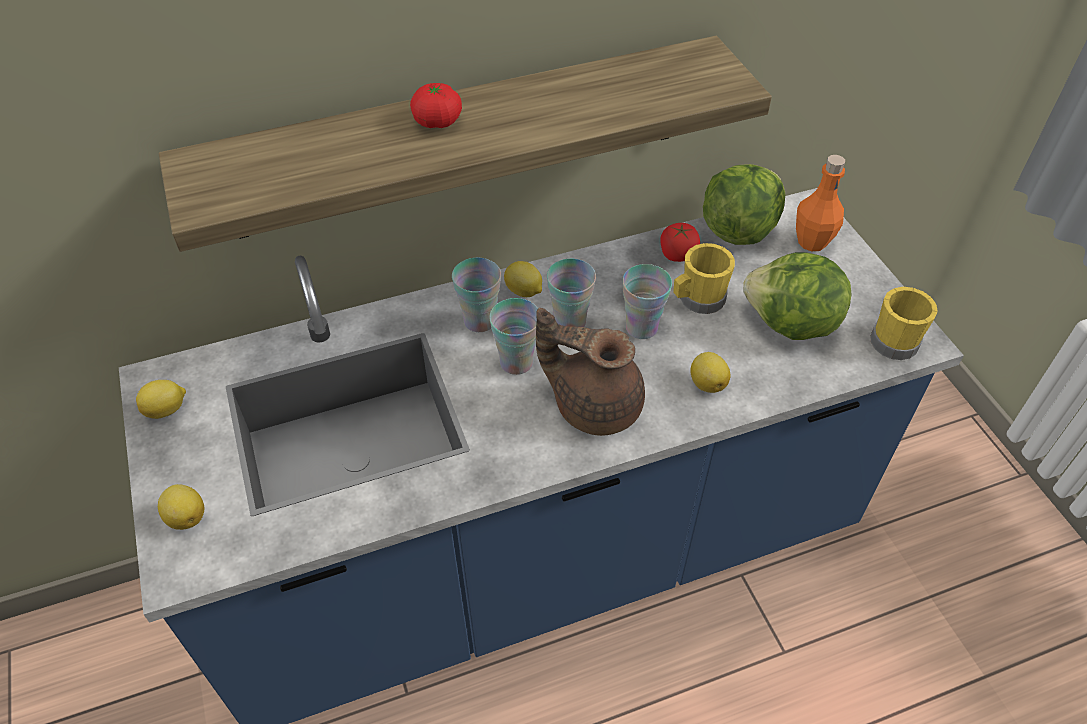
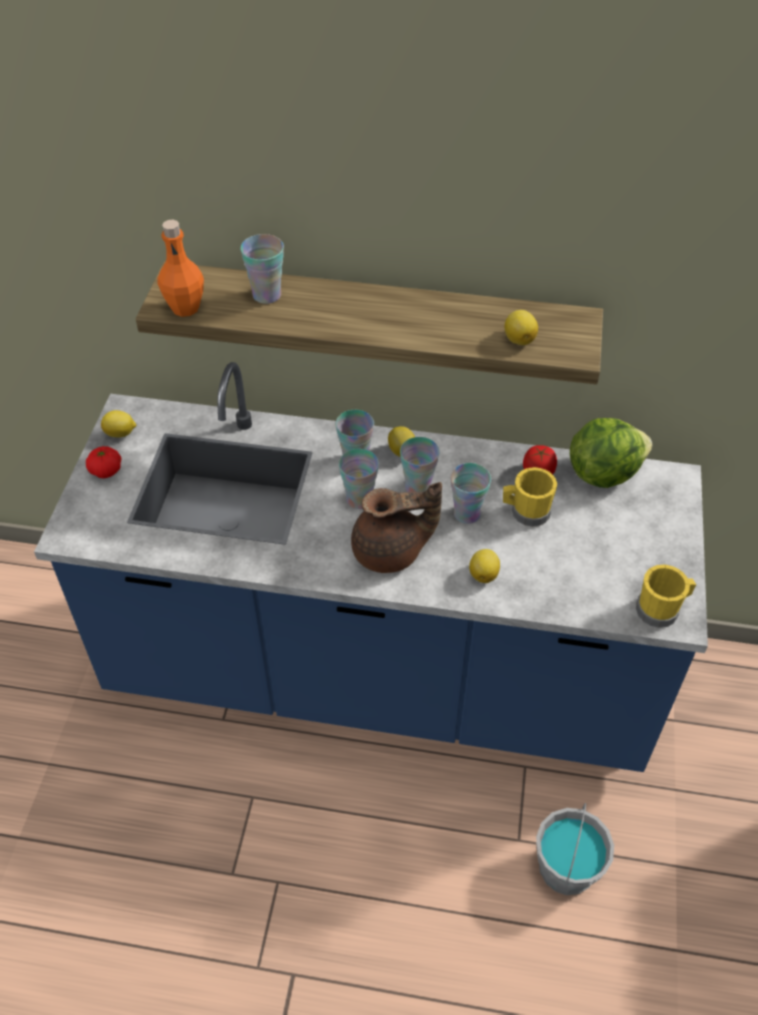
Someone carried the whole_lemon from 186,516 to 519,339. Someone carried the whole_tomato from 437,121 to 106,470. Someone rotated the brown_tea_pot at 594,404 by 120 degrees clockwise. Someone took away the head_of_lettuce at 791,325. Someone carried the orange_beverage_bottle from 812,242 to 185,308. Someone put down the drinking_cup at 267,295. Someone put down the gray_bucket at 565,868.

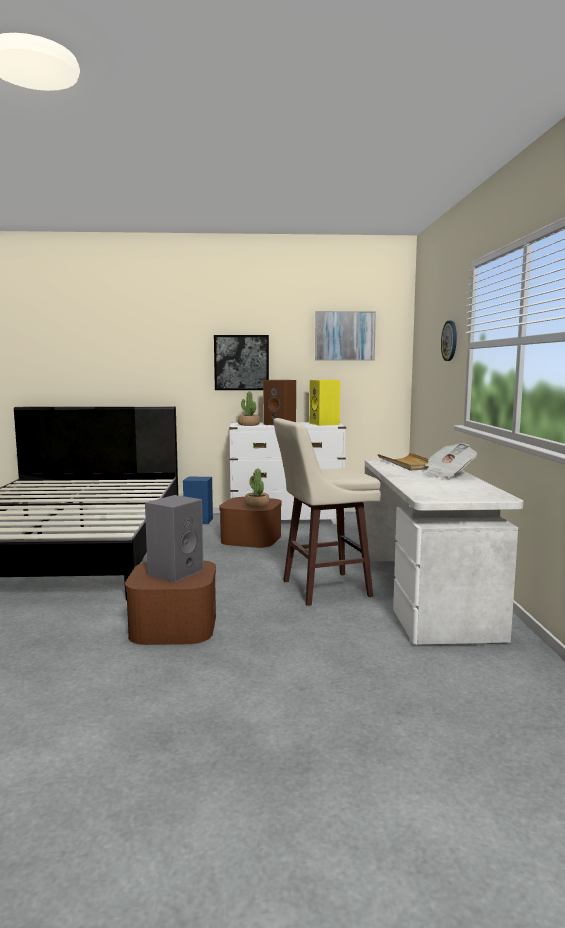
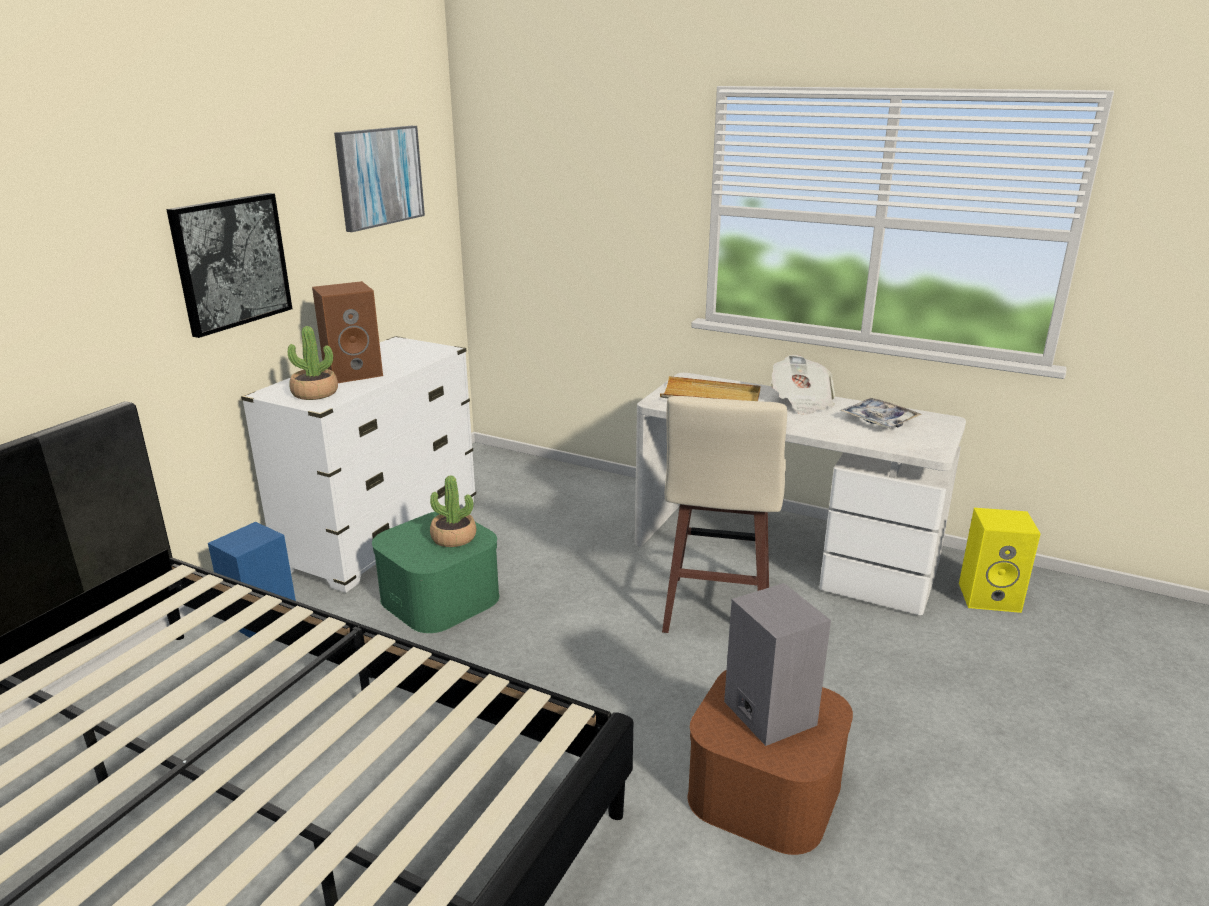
Someone repainted the brown_storage_bin at 251,538, which became the green_storage_bin at 440,597. Someone carried the yellow_speaker from 325,424 to 990,597. Someone took away the hanging_clock at 450,340. Someone put down the carrying_tray at 879,420.

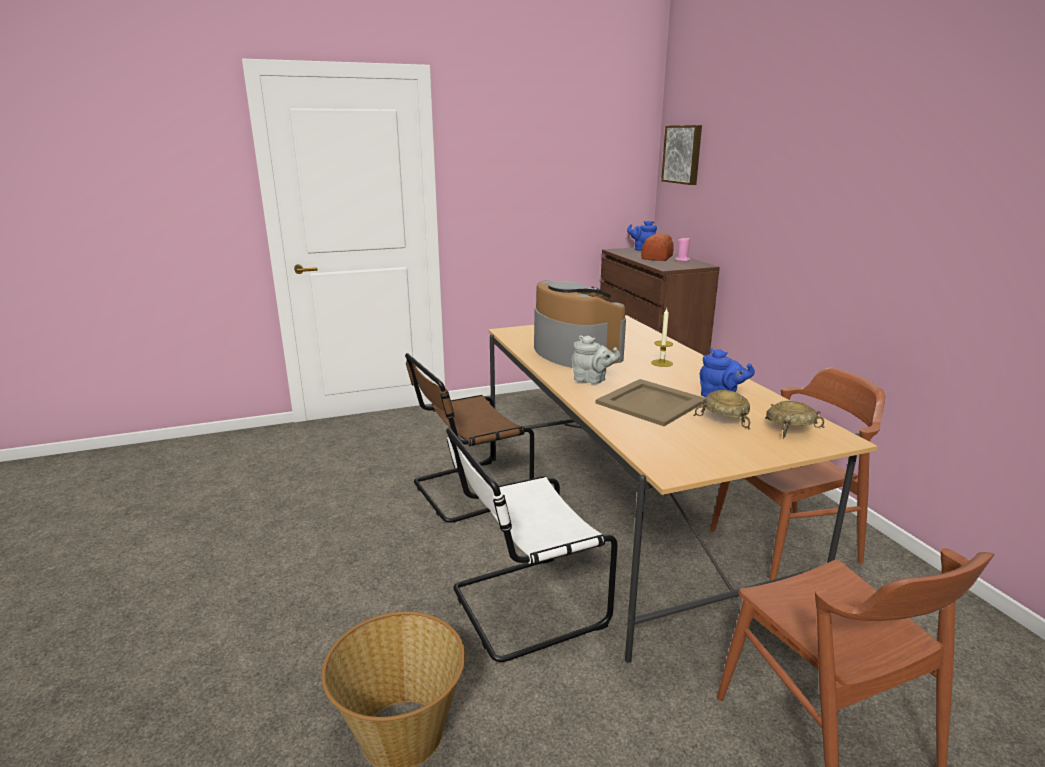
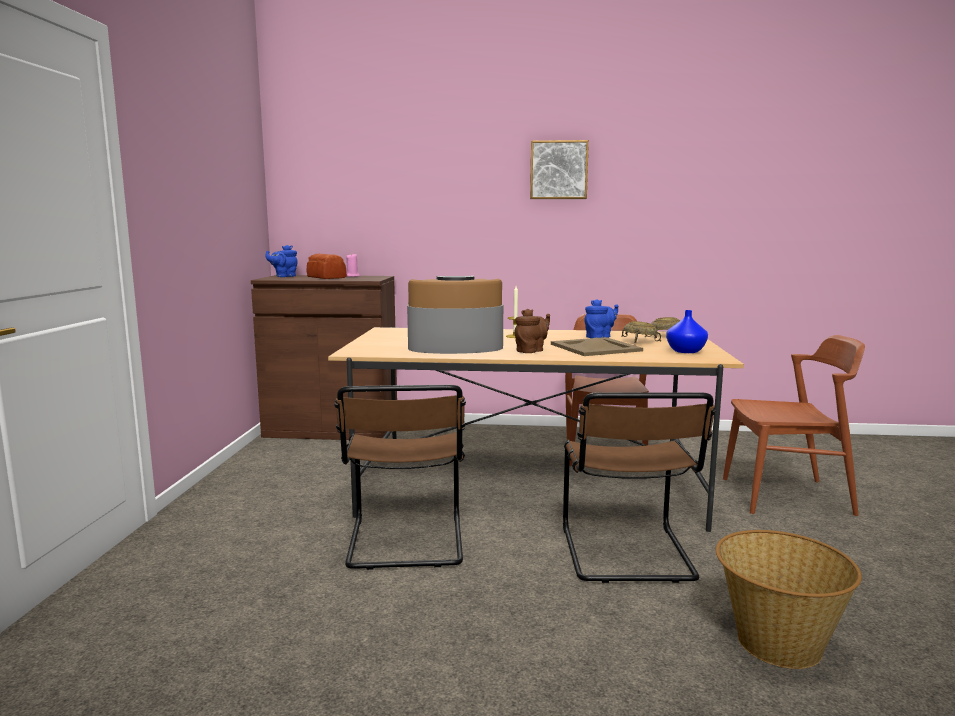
Someone repainted the white-coloured_plain_chair at 522,607, which became the brown_plain_chair at 627,555. Someone repainted the gray_tea_pot at 592,380, which became the brown_tea_pot at 531,351. Someone carried the wall_picture from 683,154 to 558,170. Someone put down the blue-coloured_decorative_vase at 686,351.

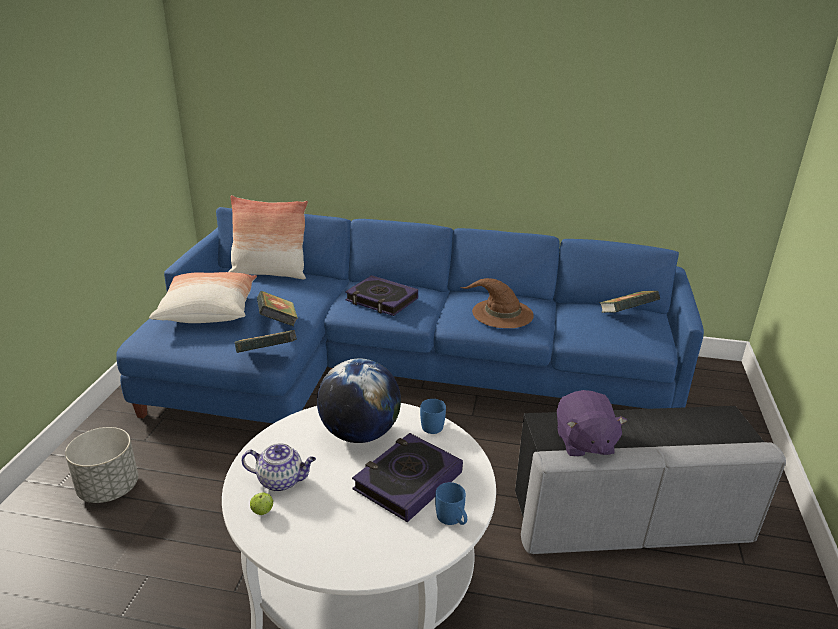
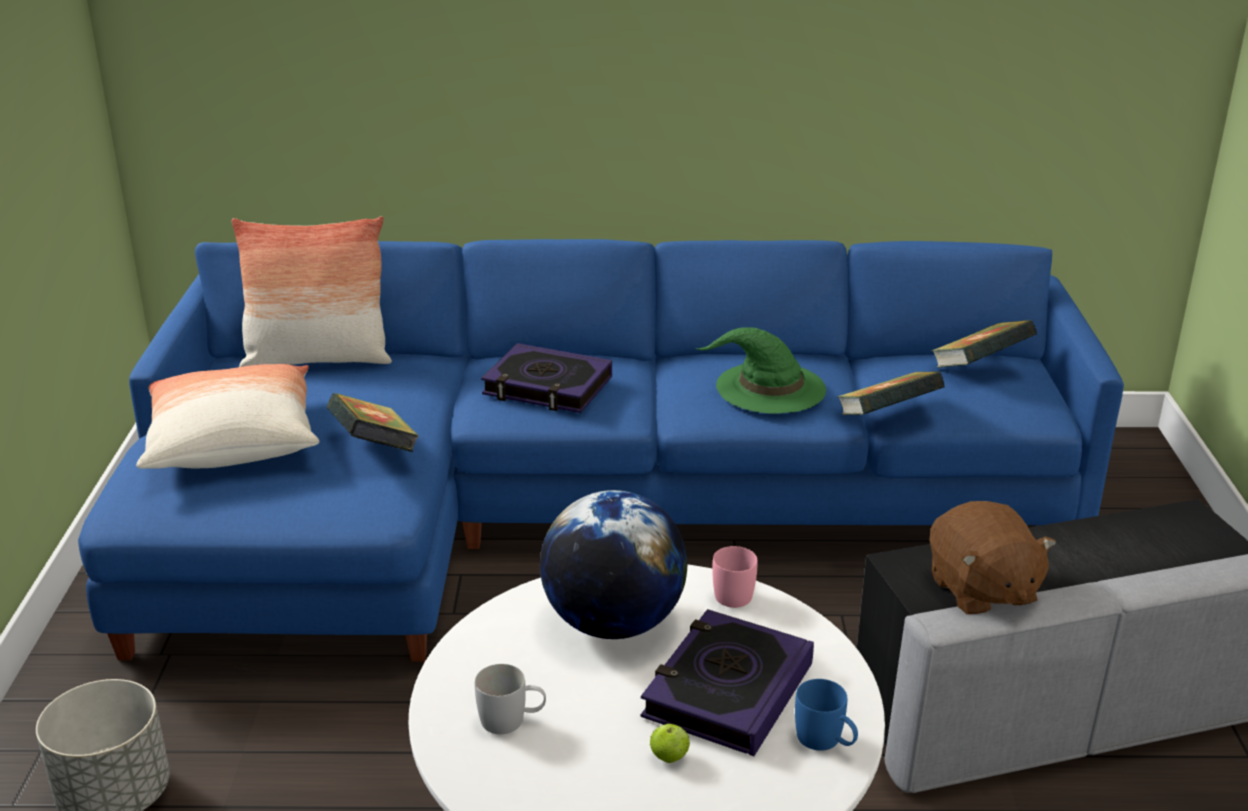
Someone carried the bound_book from 267,356 to 886,419. Someone swapped the tea_pot at 281,481 for the white-coloured_mug at 512,720. Someone carried the apple_fruit from 262,512 to 669,757. Someone repainted the blue-coloured_mug at 434,425, which became the pink-coloured_mug at 735,592. Someone repainted the brown_wearable_hat at 501,313, which became the green_wearable_hat at 769,388. Someone repainted the purple_soft_toy at 583,443, which became the brown_soft_toy at 981,591.

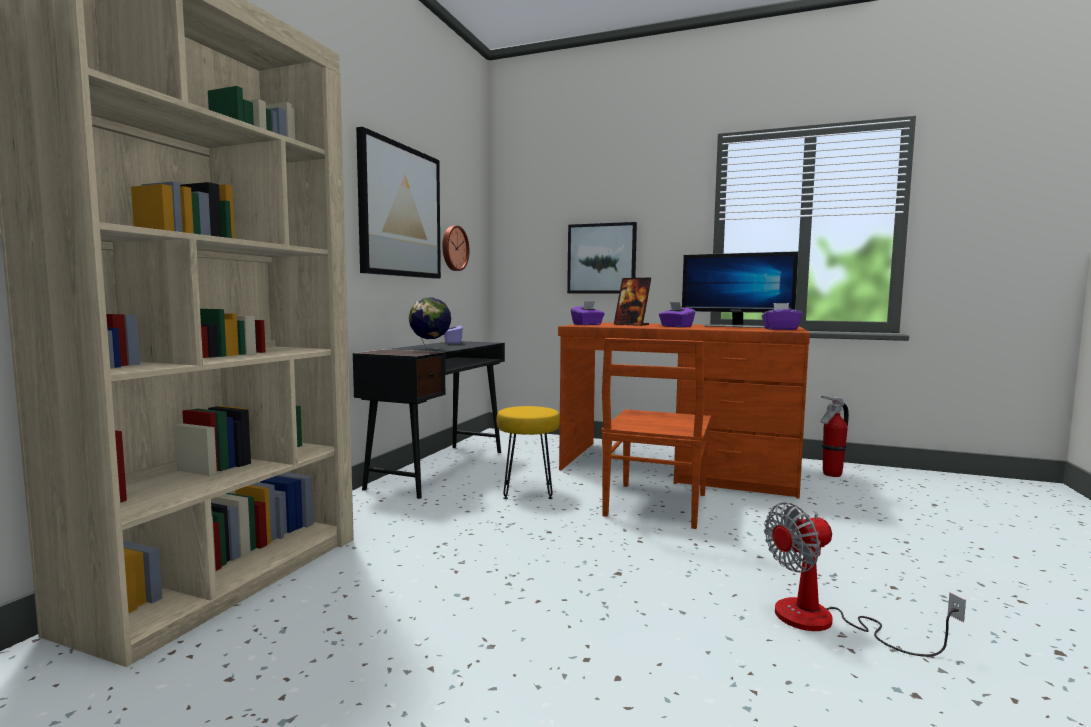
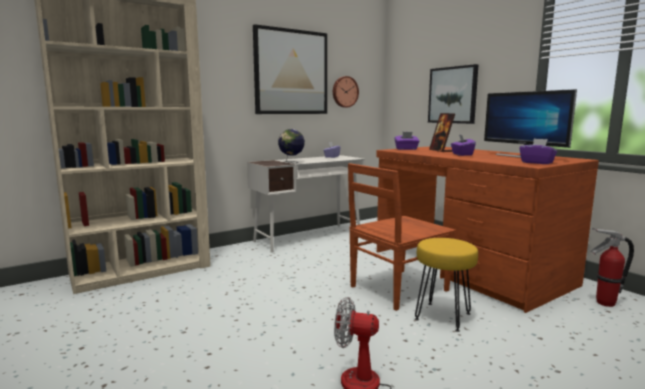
Someone repainted the black-coloured_desk_unit at 439,468, which became the white-coloured_desk_unit at 309,237. Someone carried the yellow_stool_seat from 528,491 to 443,317.

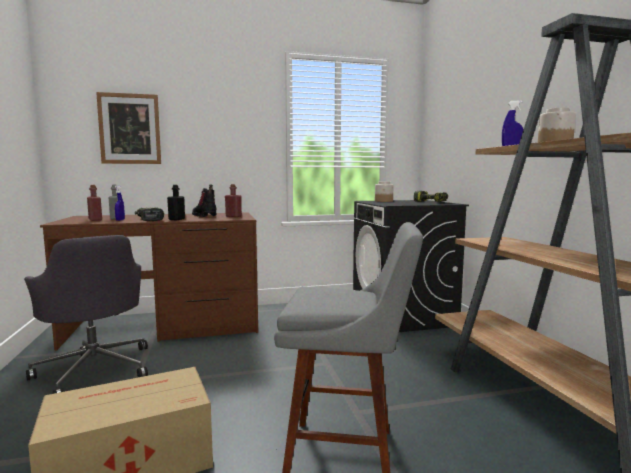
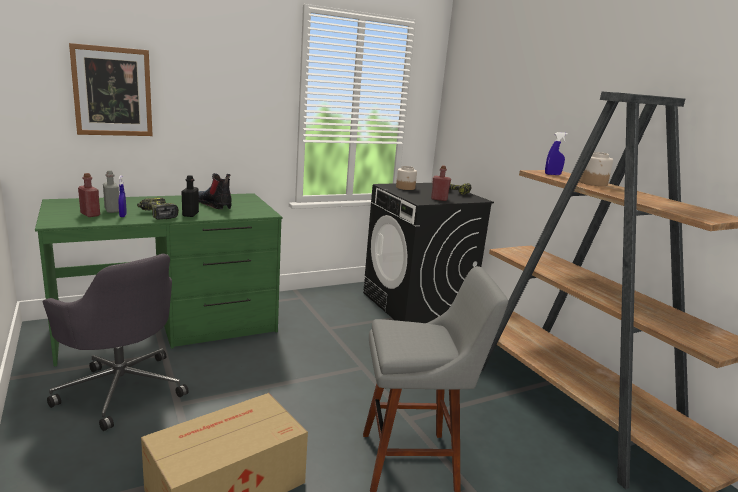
Someone repainted the brown_desk_unit at 167,325, which became the green_desk_unit at 169,326. Someone carried the red-coloured_beverage_bottle from 233,216 to 439,199.

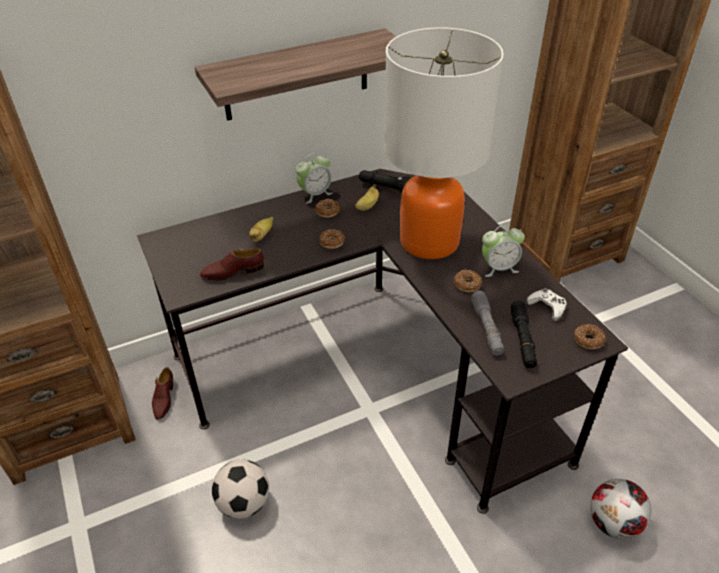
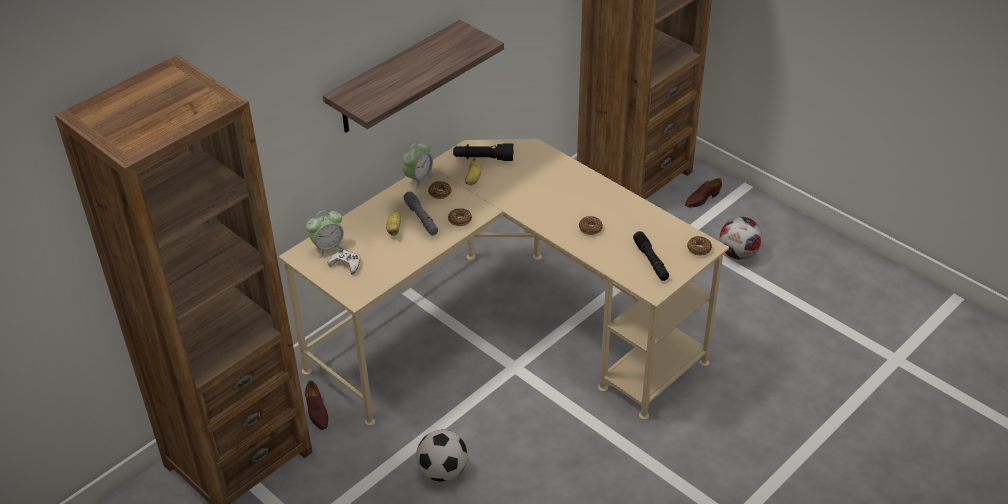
Someone repainted the black-coloured_desk_unit at 376,371, which became the beige-coloured_desk_unit at 505,333. Someone carried the brown_item_of_footwear from 233,272 to 702,199. Someone took away the tabletop_lamp at 429,241. Someone carried the gray_flashlight from 486,328 to 421,218. Someone carried the bedside_clock from 498,268 to 328,247. Someone carried the white-coloured_gamepad from 547,307 to 346,264. Someone carried the football from 614,523 to 739,254.

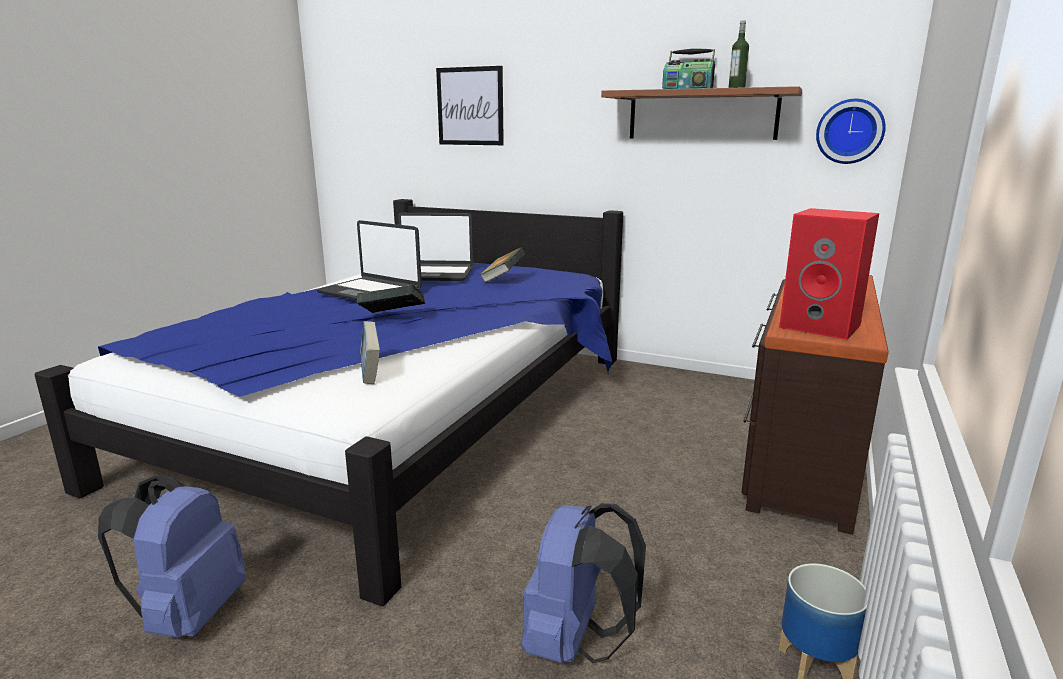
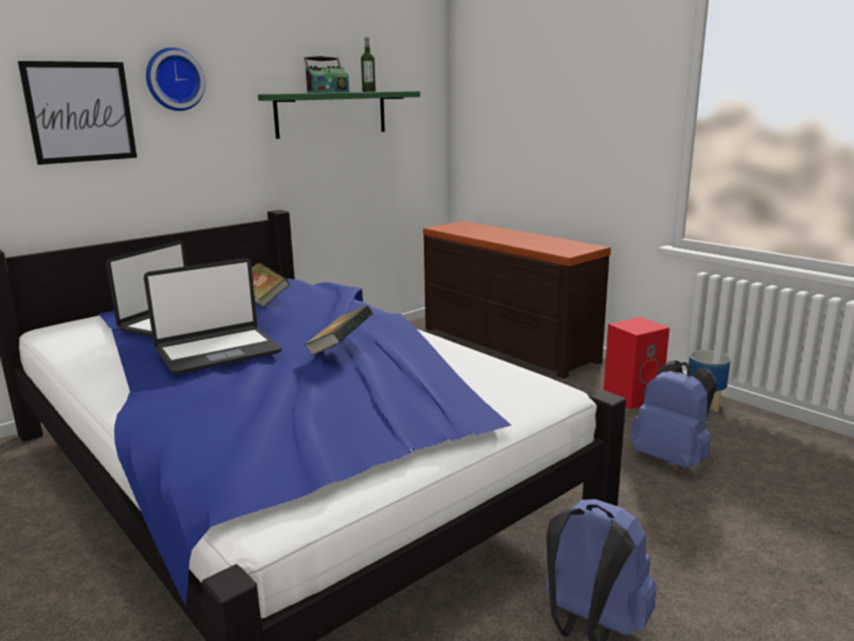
Someone took away the bound_book at 371,375. Someone repainted the brown_shelf at 702,115, which became the green_shelf at 331,114. Someone carried the red-coloured_speaker from 822,326 to 632,396. Someone carried the hanging_clock from 850,131 to 174,79.

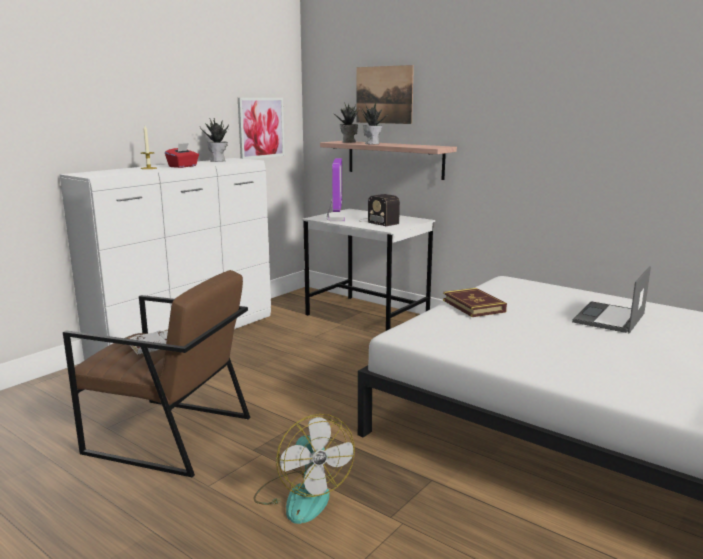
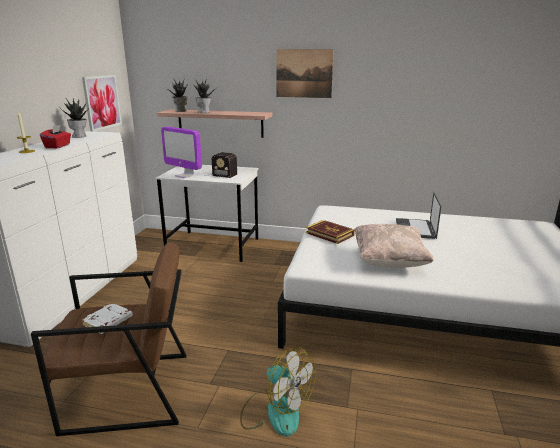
Someone rotated the monitor at 335,219 by 150 degrees clockwise. Someone carried the wall_picture from 384,95 to 304,73. Someone put down the beige-coloured_throw_pillow at 389,261.

